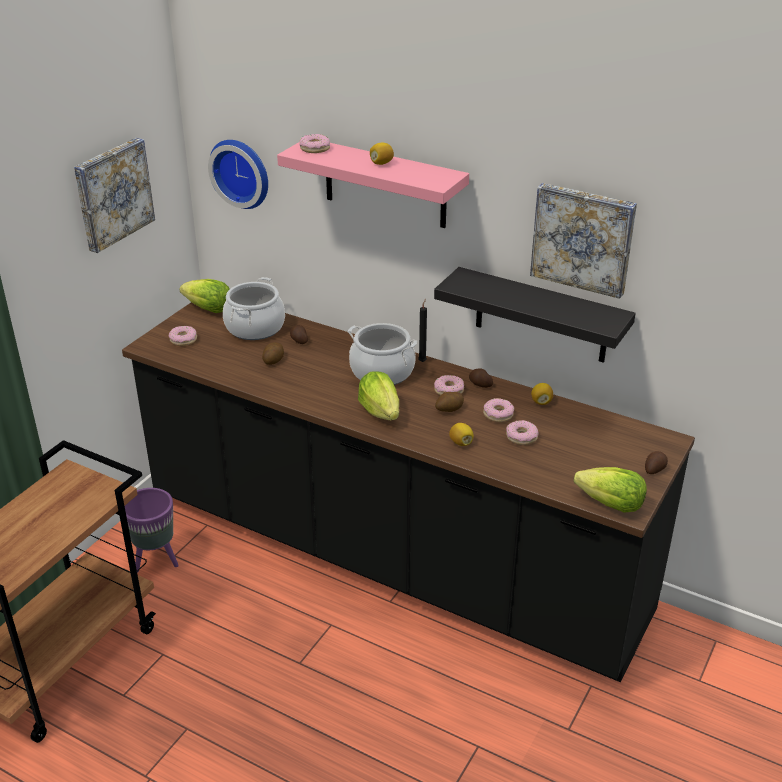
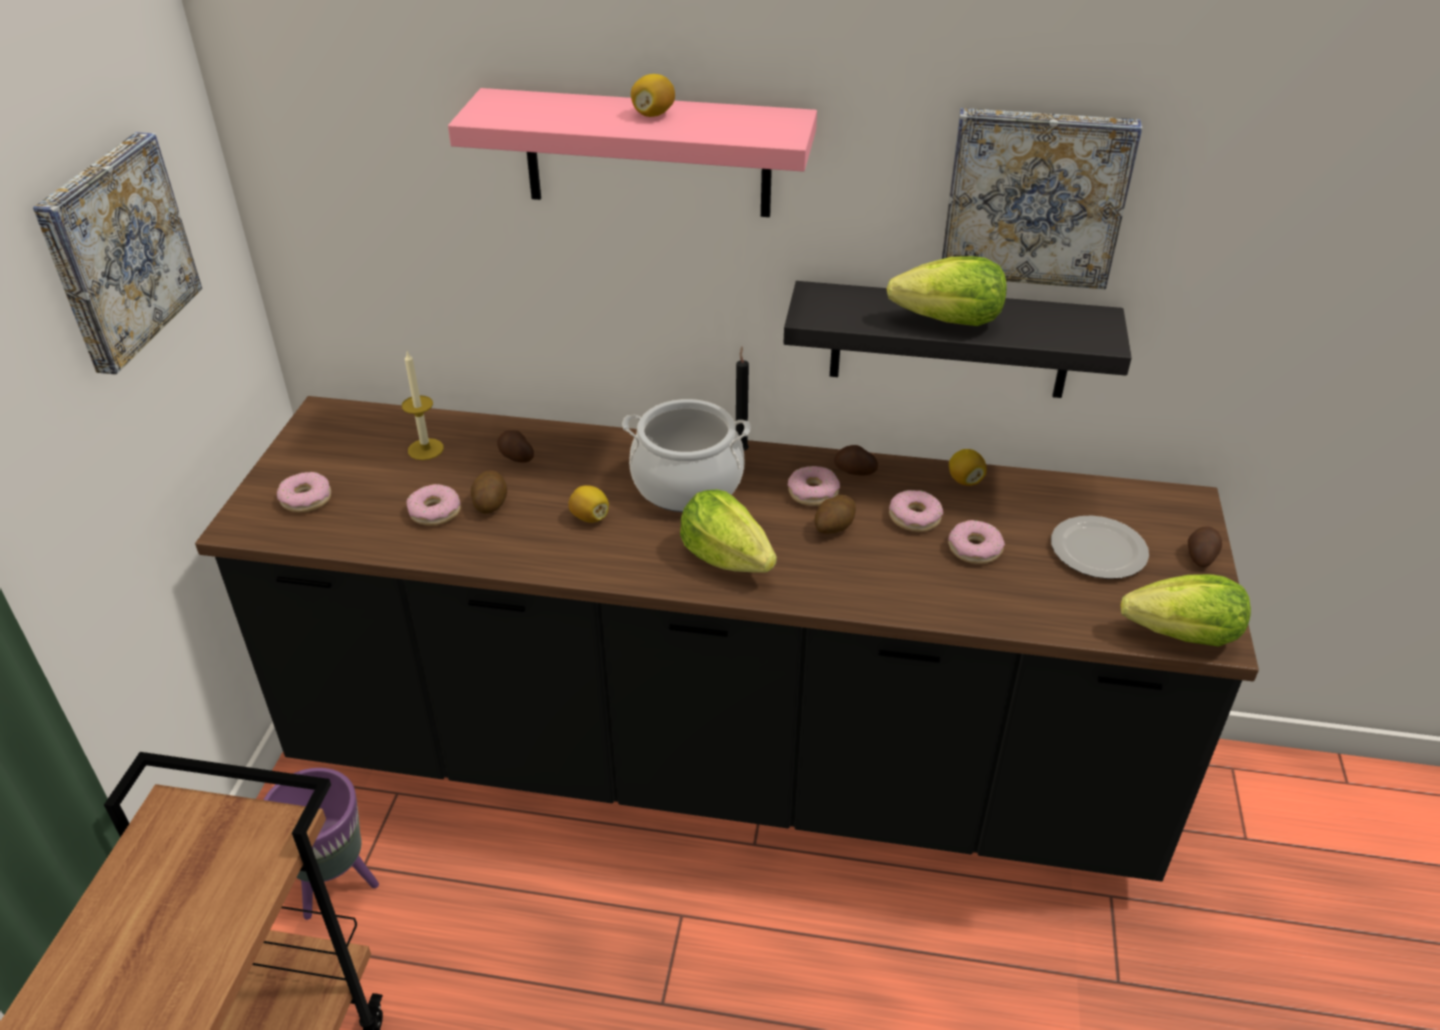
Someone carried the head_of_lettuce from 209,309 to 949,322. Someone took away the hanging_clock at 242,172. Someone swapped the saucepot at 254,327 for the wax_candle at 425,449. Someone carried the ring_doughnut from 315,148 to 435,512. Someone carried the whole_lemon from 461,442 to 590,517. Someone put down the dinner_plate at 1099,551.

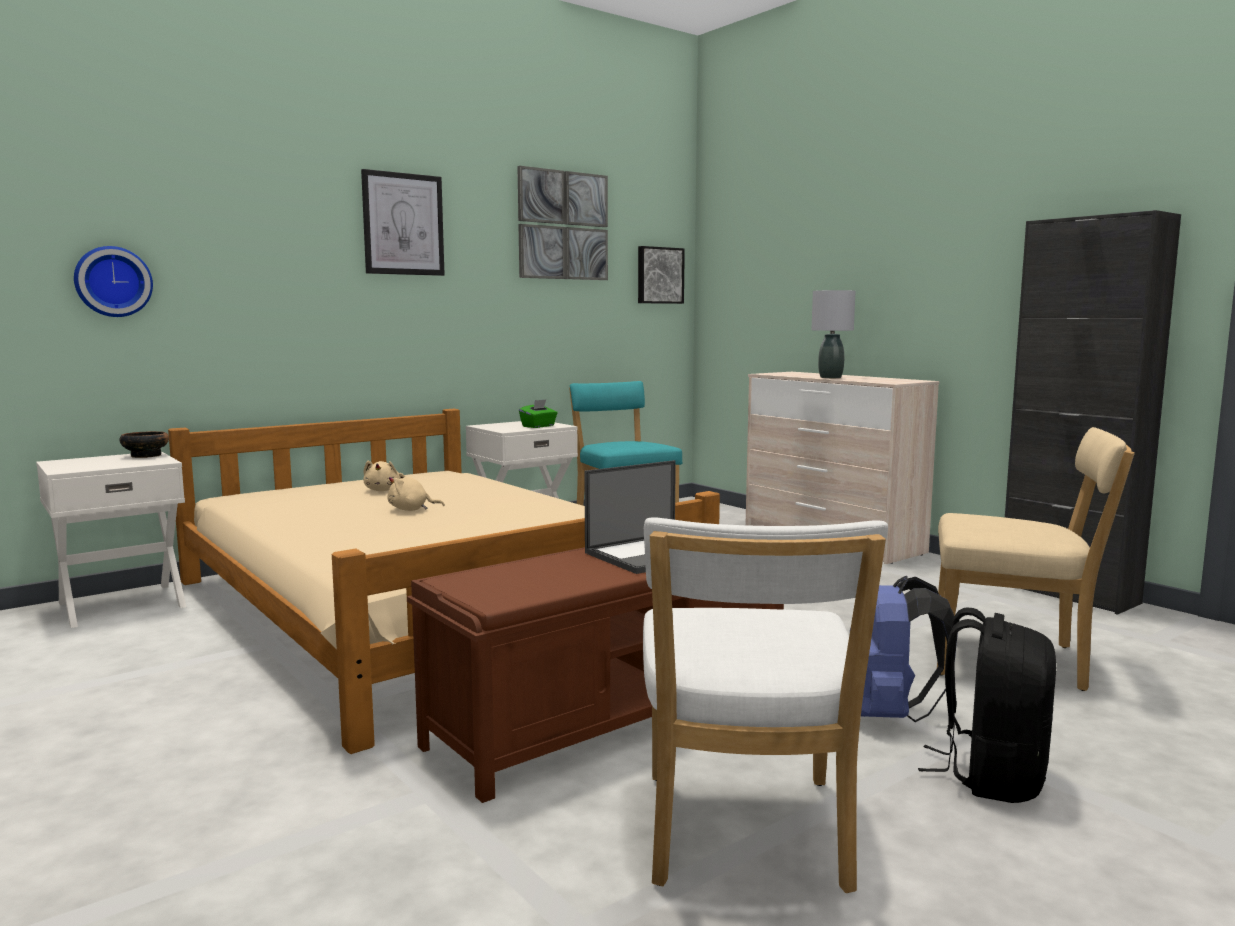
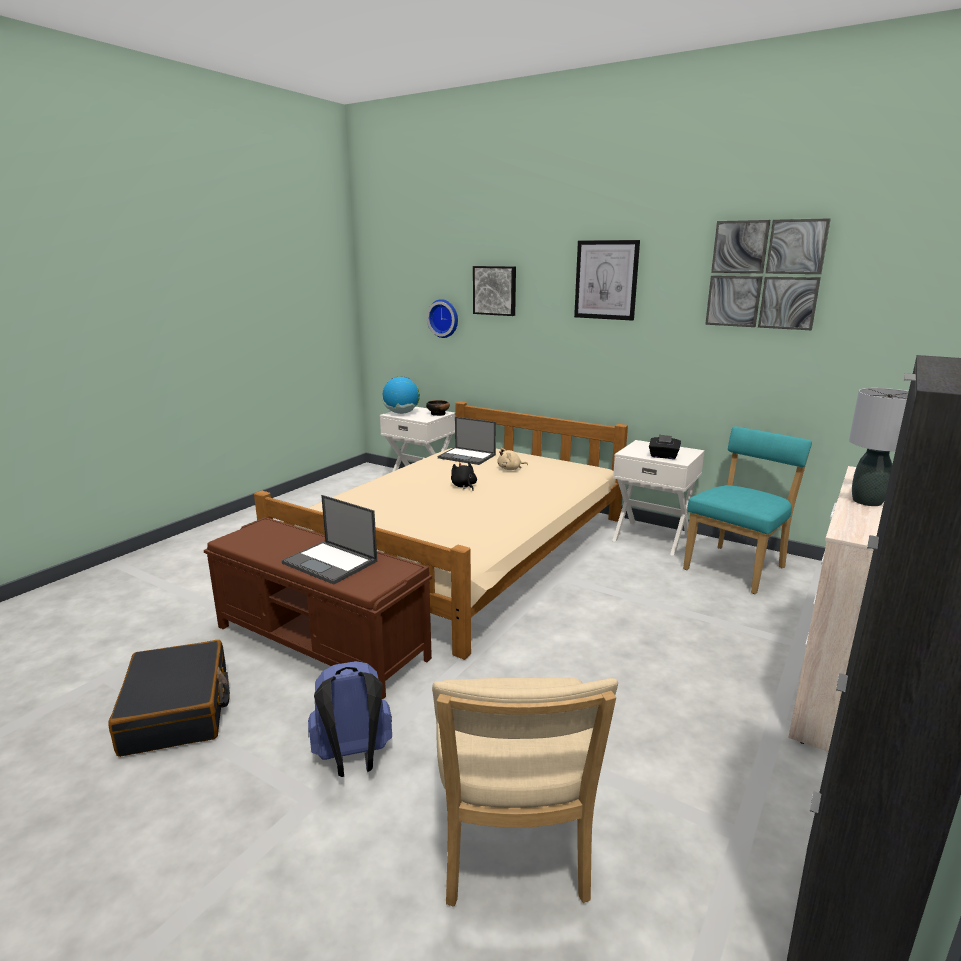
Someone repainted the beige-coloured_soft_toy at 411,510, which became the black-coloured_soft_toy at 464,486. Someone repainted the green_tissue_holder at 538,426, which became the black-coloured_tissue_holder at 663,456. Someone carried the wall_picture from 659,275 to 495,290. Someone swapped the white-coloured_plain_chair at 744,838 for the black-coloured_travel_case at 177,711. Someone took away the black-coloured_backpack at 990,776. Someone put down the globe at 401,413. Someone put down the portable_computer at 467,456.

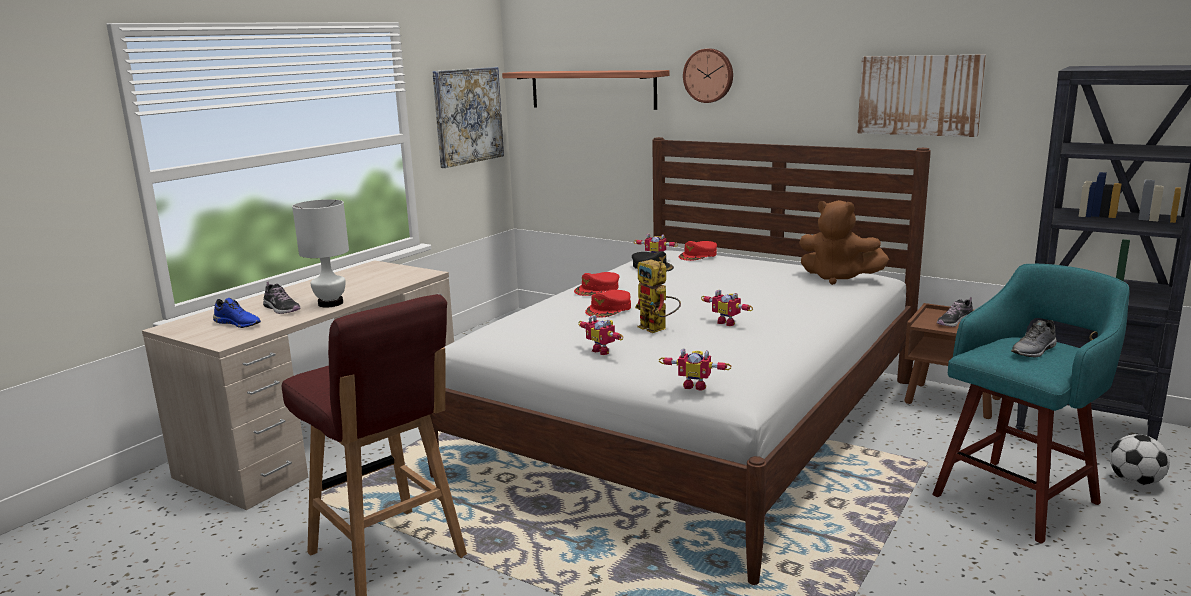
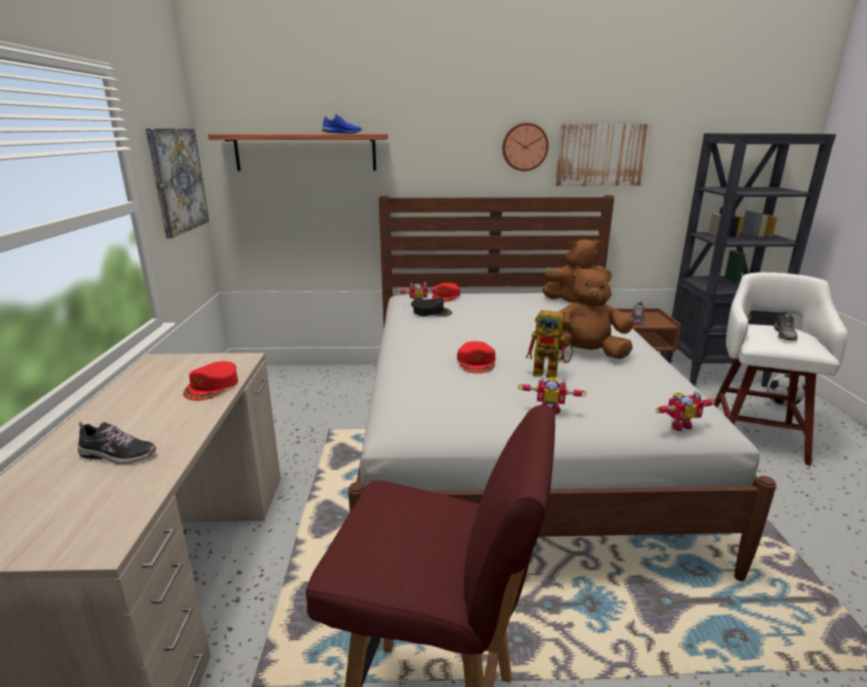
Someone carried the blue-coloured_item_of_footwear from 238,323 to 342,133. Someone took away the white-coloured_tabletop_lamp at 331,303. Someone carried the red-coloured_cap from 597,289 to 212,386. Someone carried the hanging_clock from 709,75 to 524,147. Someone swapped the model_robot at 728,322 for the brown_soft_toy at 586,354. Someone repainted the turquoise-coloured_stool_seat at 1018,497, which became the white-coloured_stool_seat at 755,434.

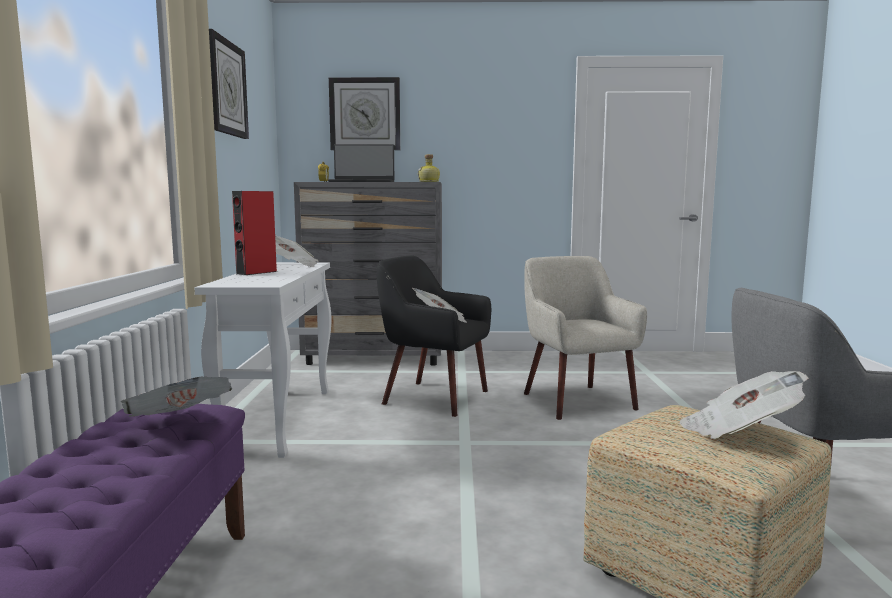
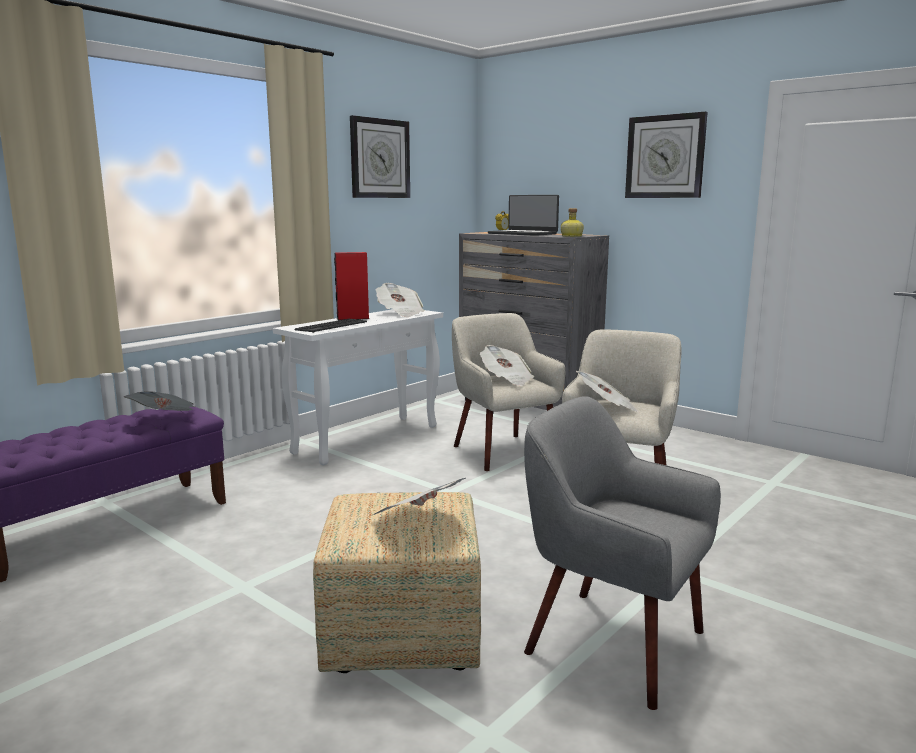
Someone carried the hanging_clock from 365,114 to 665,157. Someone repainted the black-coloured_armchair at 434,397, which became the beige-coloured_armchair at 503,451. Someone put down the keyboard at 331,326. Someone put down the daily_paper at 607,407.

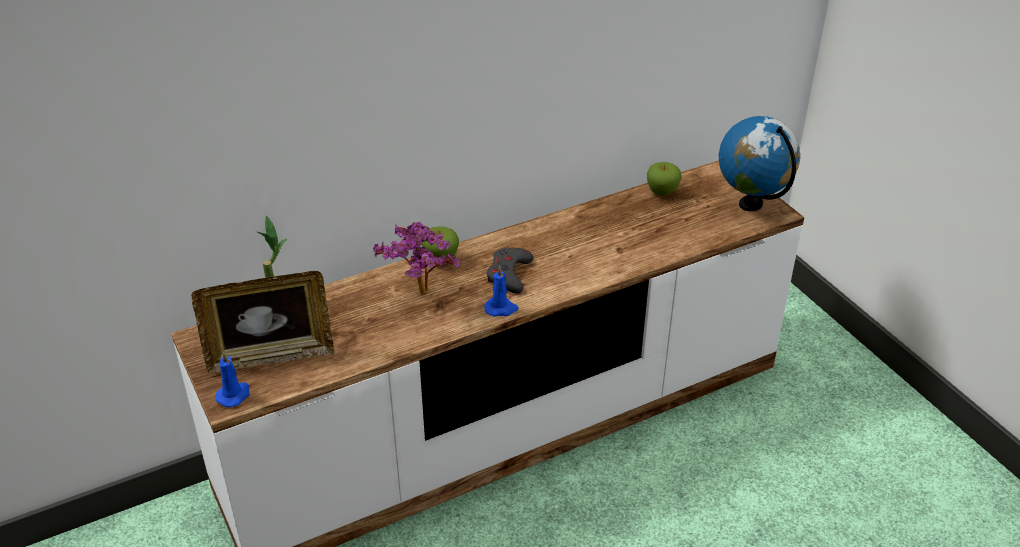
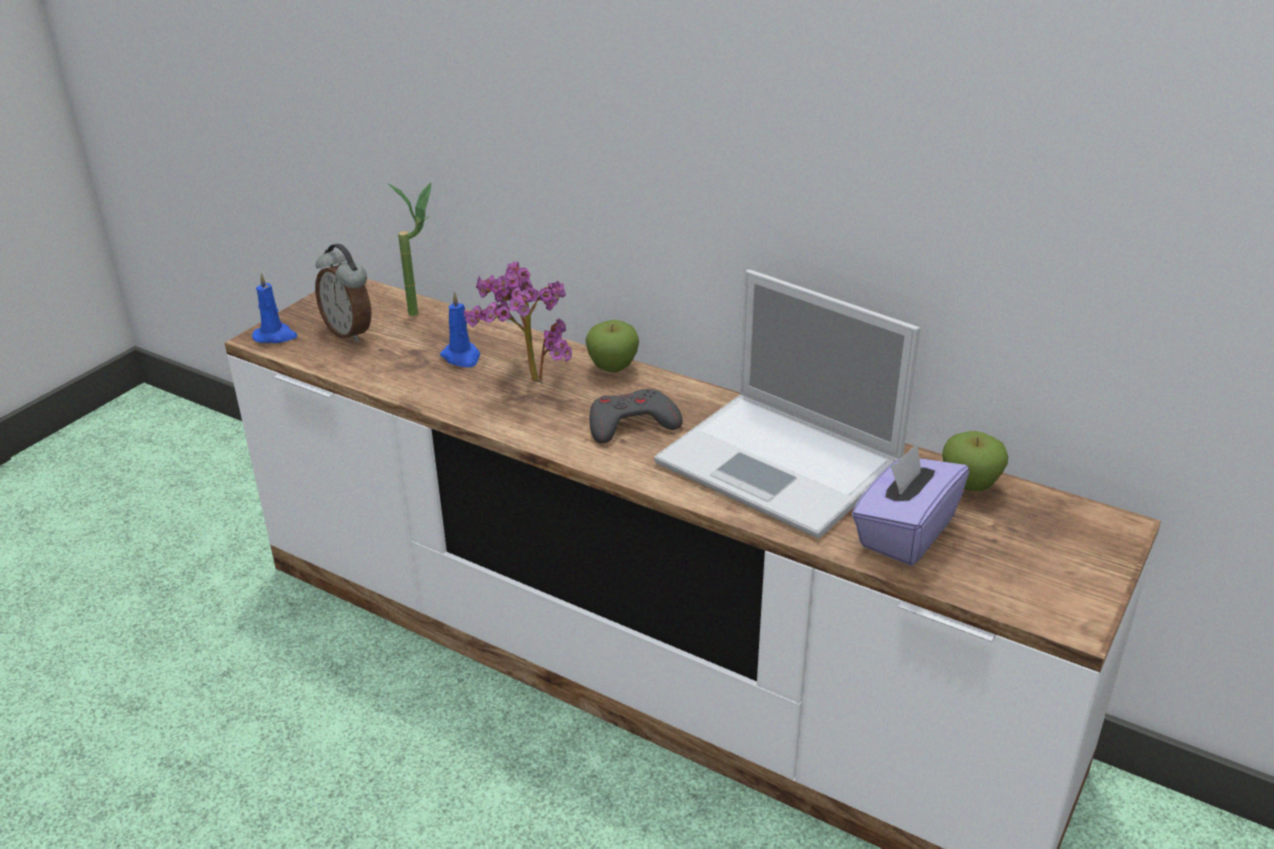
Someone swapped the standing_frame at 270,356 for the bedside_clock at 350,332. Someone carried the blue-coloured_wax_candle from 501,309 to 462,357. Someone took away the globe at 751,204. Someone put down the portable_computer at 783,464. Someone put down the purple_tissue_holder at 904,532.

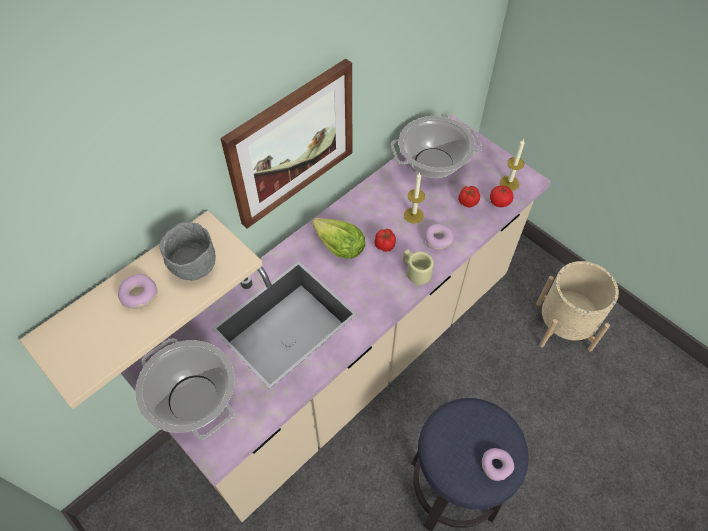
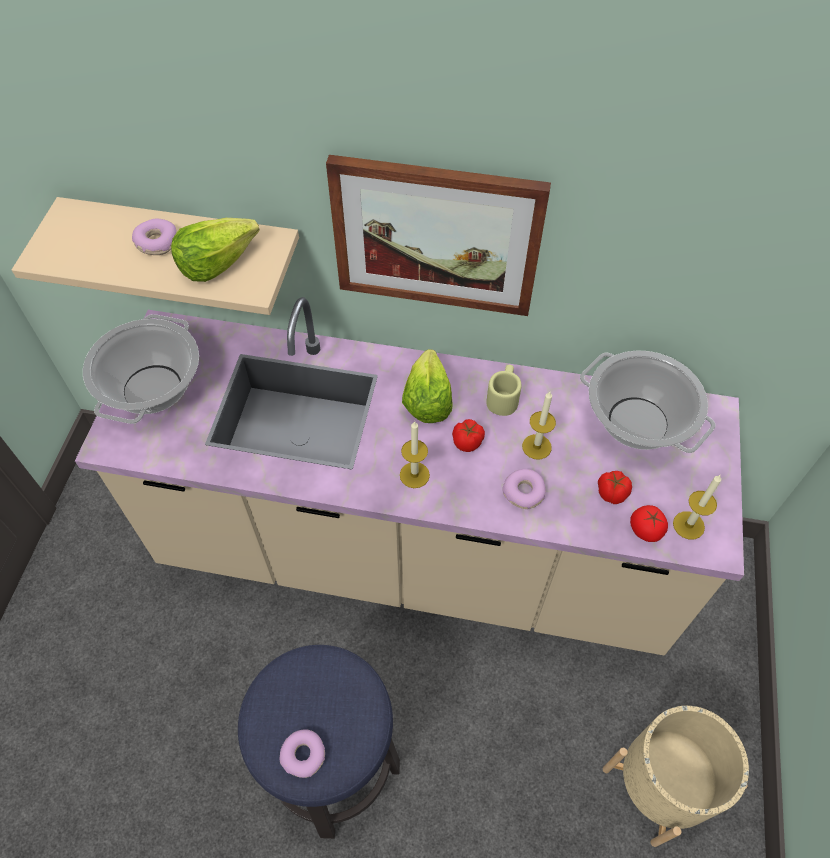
Someone swapped the gray_bowl at 194,268 for the head_of_lettuce at 216,262. Someone carried the beige-coloured_mug from 415,271 to 503,397. Someone put down the wax_candle at 414,475.

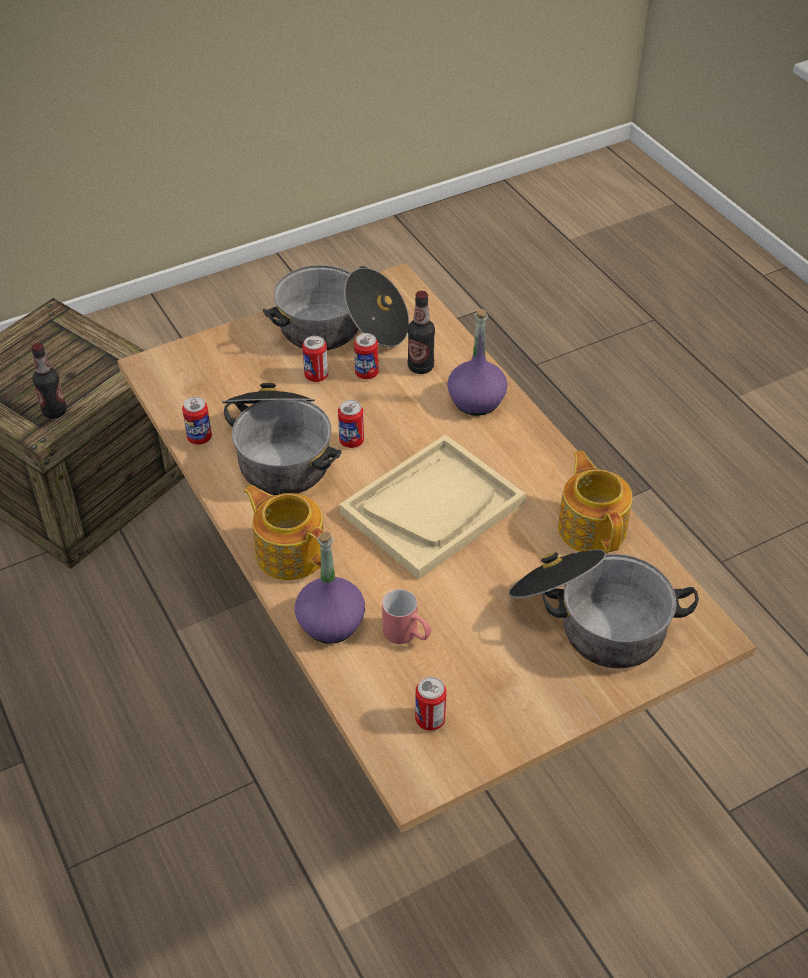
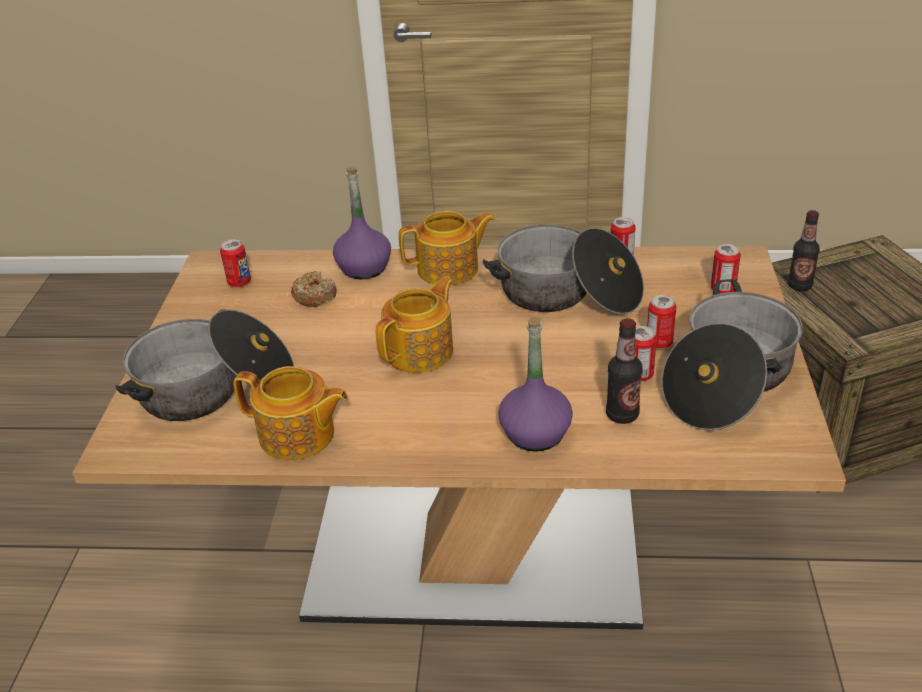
Someone carried the sealed_can from 351,441 to 723,289. Someone swapped the beige-coloured_carrying_tray at 432,508 for the tea_pot at 421,351. Someone swapped the red-coloured_mug at 407,635 for the ring_doughnut at 314,296.

